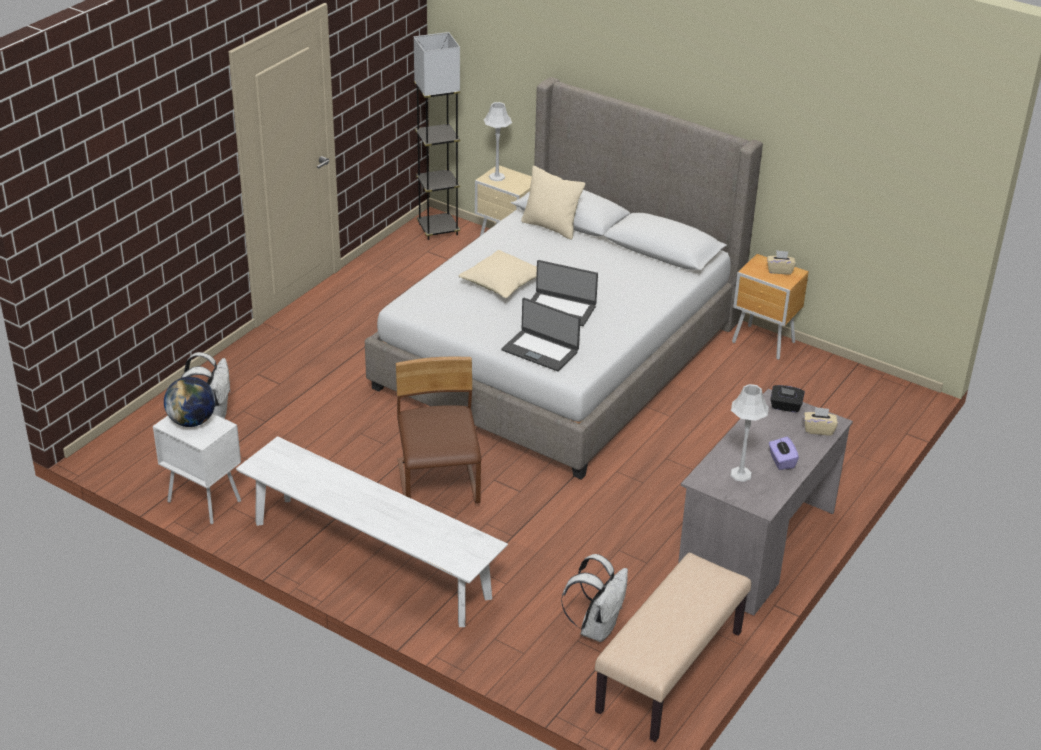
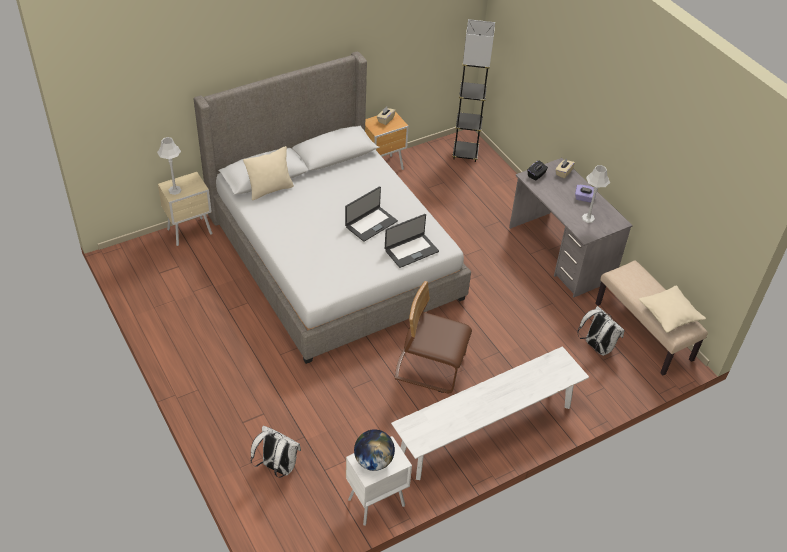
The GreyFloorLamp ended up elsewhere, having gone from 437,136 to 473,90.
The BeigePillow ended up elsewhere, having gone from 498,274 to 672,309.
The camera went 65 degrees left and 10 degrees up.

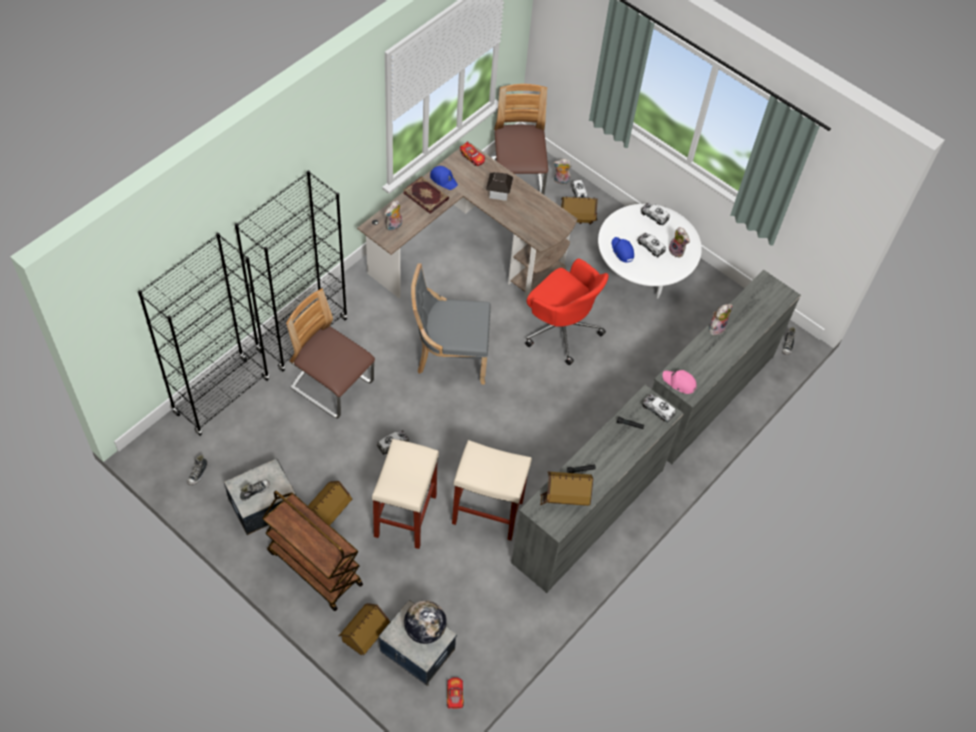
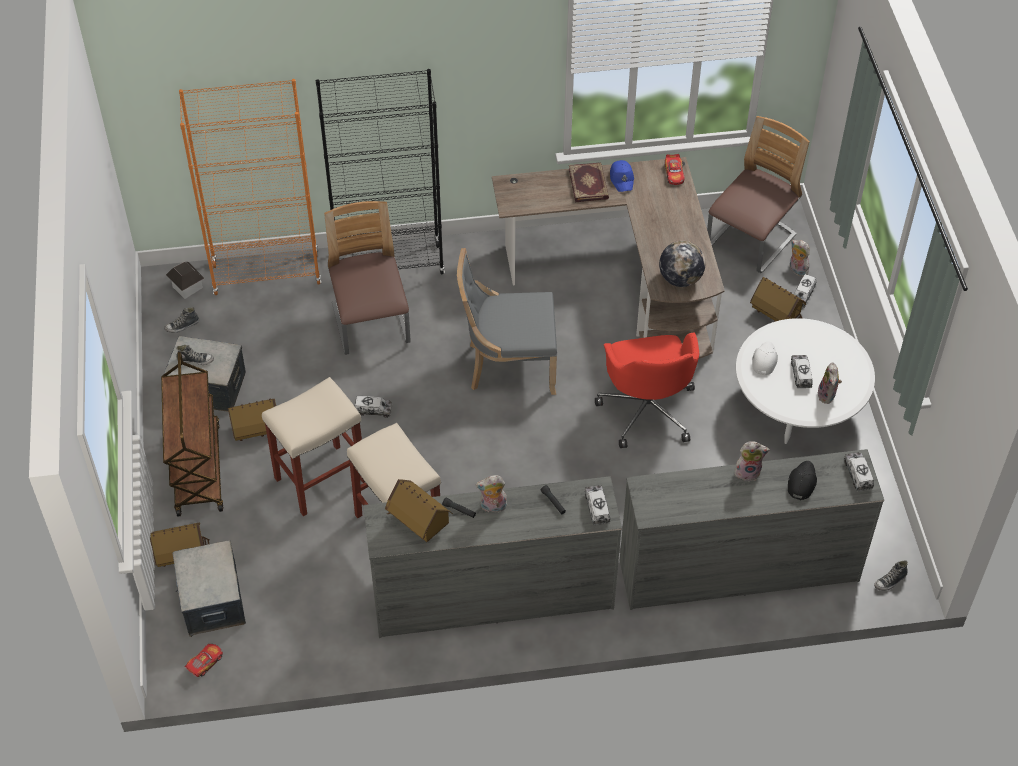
What was the BlackBookcase at 203,334 turned into the OrangeBookcase at 250,187.
The PlushToy ended up elsewhere, having gone from 393,215 to 491,493.
The Globe ended up elsewhere, having gone from 425,622 to 682,264.
The GreyChair at 451,324 ended up facing another way, 45 degrees counterclockwise from before.
The ToyHouse ended up elsewhere, having gone from 500,186 to 185,280.
What was the BlueCap at 623,250 turned into the WhiteCap at 765,358.
The ToyTruck ended up elsewhere, having gone from 655,214 to 859,471.
The second view lost the PinkCap at 680,382.
The second view gained the BlackCap at 802,480.
The camera went 45 degrees right and 5 degrees down.

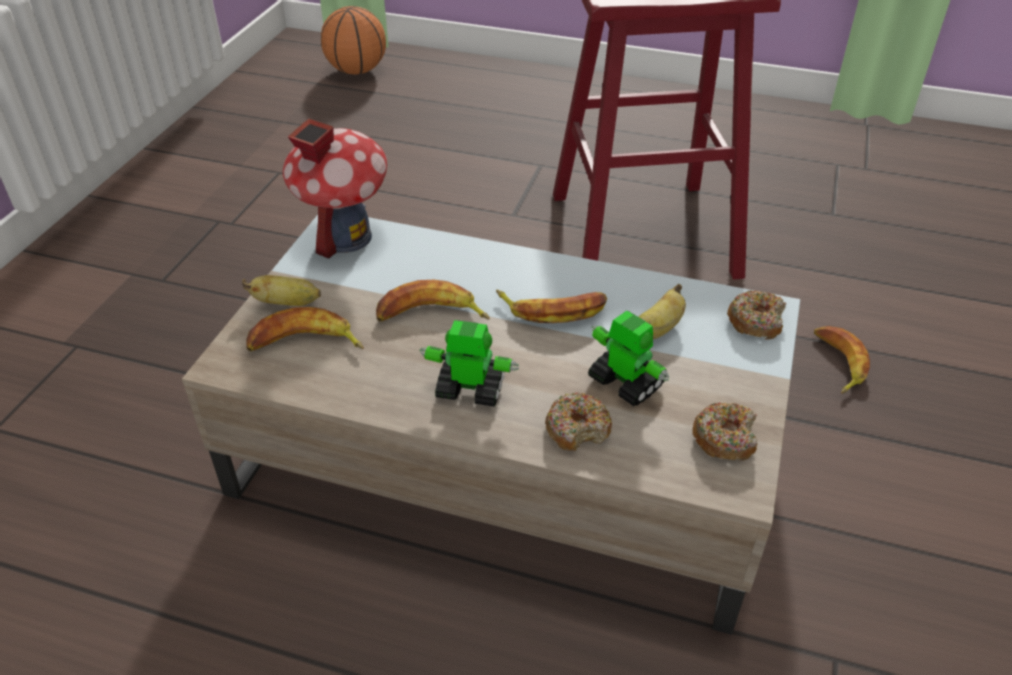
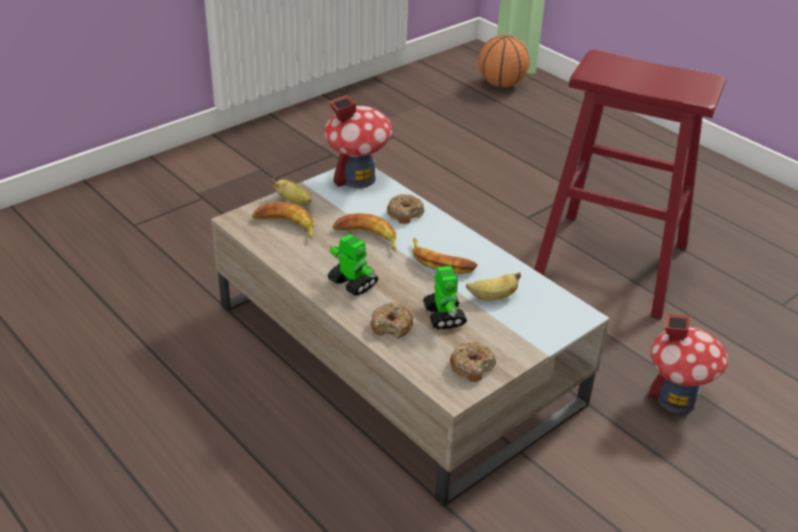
The Donut ended up elsewhere, having gone from 756,315 to 406,209.
Where the Banana stood at 842,360, the ToyHouse came to stand at 688,364.
The camera went 30 degrees right and 5 degrees down.

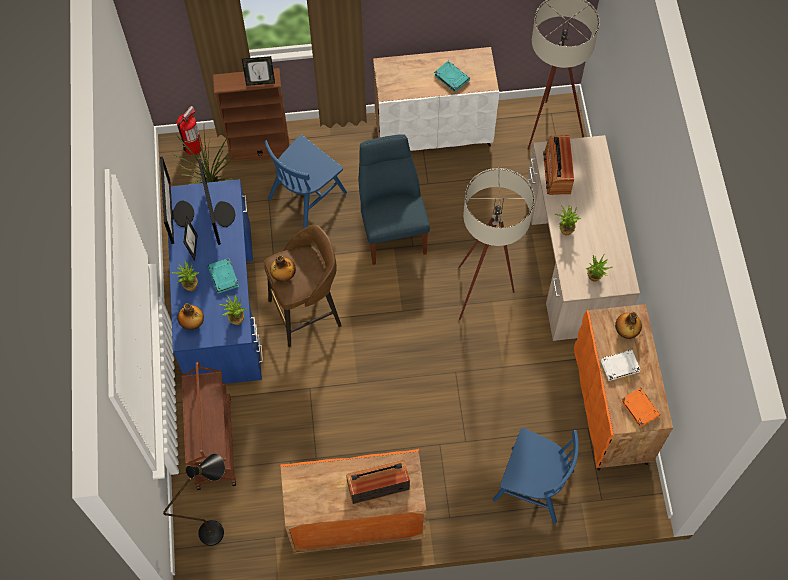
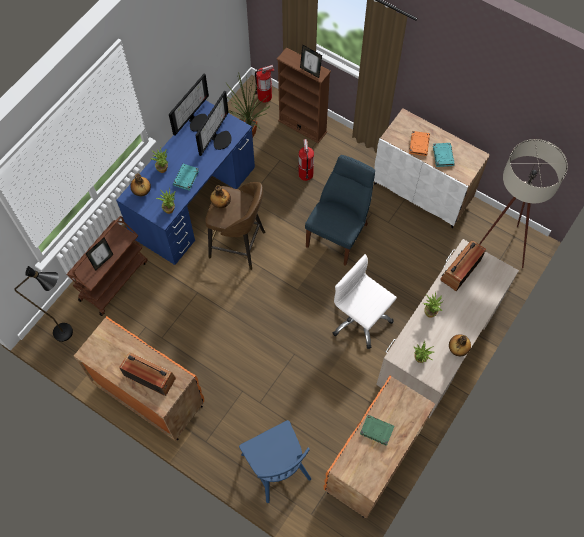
The PictureFrame ended up elsewhere, having gone from 190,238 to 100,254.
Where the BlueChair stood at 305,182, the FireExtinguisher came to stand at 306,160.
Where the BeigeFloorLamp stood at 496,244, the WhiteOfficeChair came to stand at 365,301.
What was the WhiteBook at 620,365 turned into the GreenBook at 377,430.
The Bottle ended up elsewhere, having gone from 628,325 to 460,345.
The OrangeBook ended up elsewhere, having gone from 640,408 to 419,143.
The camera went 40 degrees right and 0 degrees up.

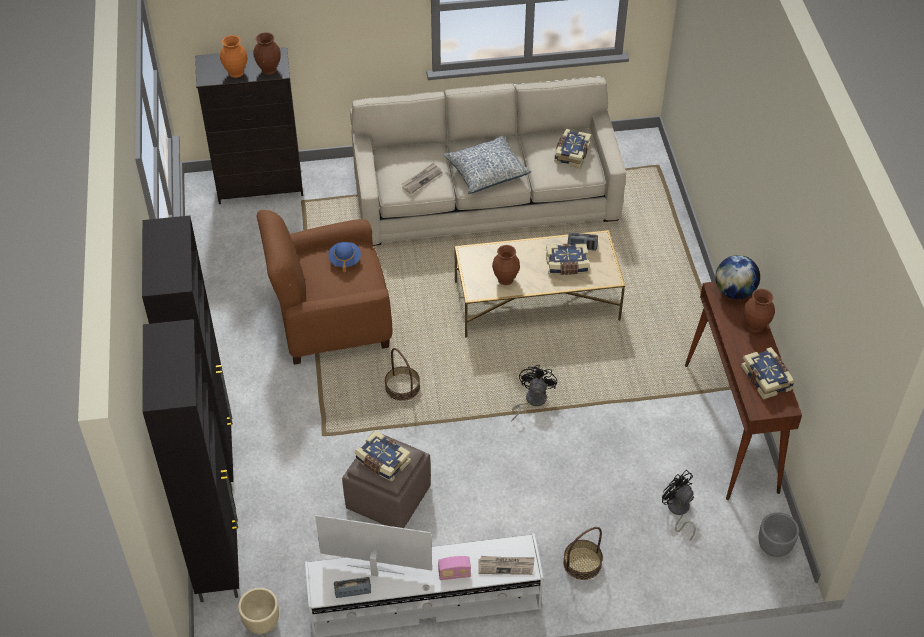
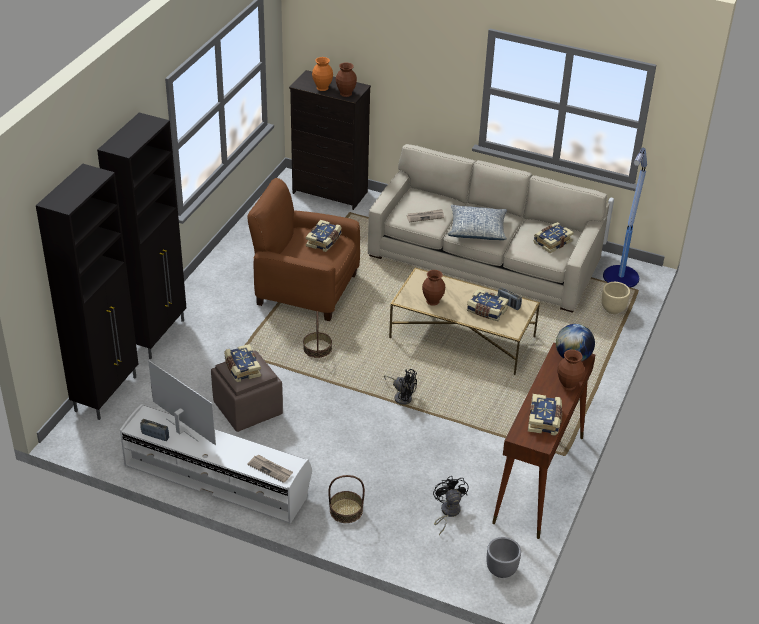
The BeigePlanter ended up elsewhere, having gone from 258,611 to 616,298.
Where the BlueHat stood at 344,257, the Book came to stand at 324,236.
The second view lost the Radio at 454,568.
The BlackFan at 534,393 ended up facing another way, 75 degrees clockwise from before.
The second view gained the FloorLamp at 625,217.
The camera went 30 degrees right and 10 degrees down.

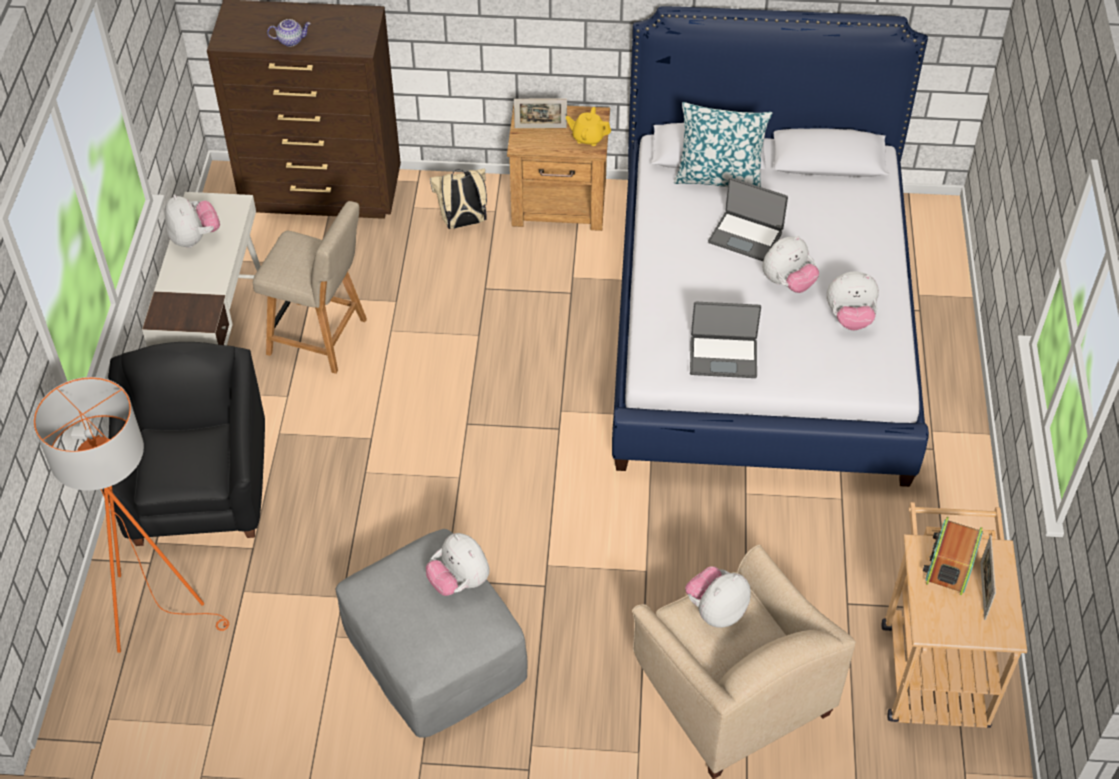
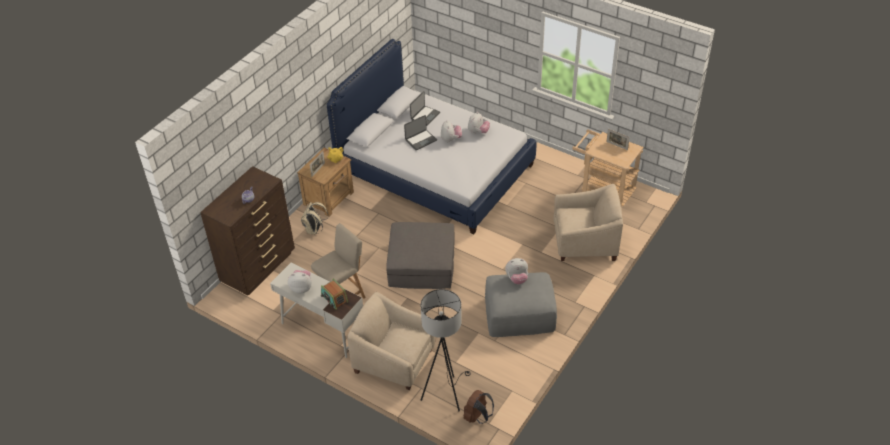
What was the OrangeFloorLamp at 131,515 turned into the BlackFloorLamp at 446,350.
What was the BlackArmchair at 184,444 turned into the BeigeArmchair at 391,341.
The second view lost the Pillow at 723,144.
The second view lost the PlushToy at 718,597.
The Laptop ended up elsewhere, having gone from 725,340 to 425,108.
The Radio ended up elsewhere, having gone from 953,556 to 334,294.
The second view gained the GreyOttoman at 420,255.
The second view gained the BrownBackpack at 478,407.
The camera went 60 degrees left and 5 degrees down.

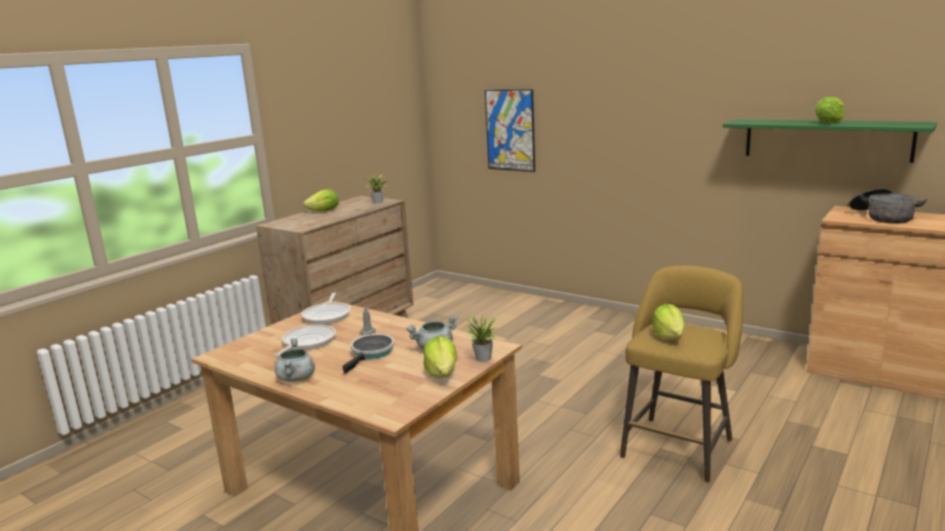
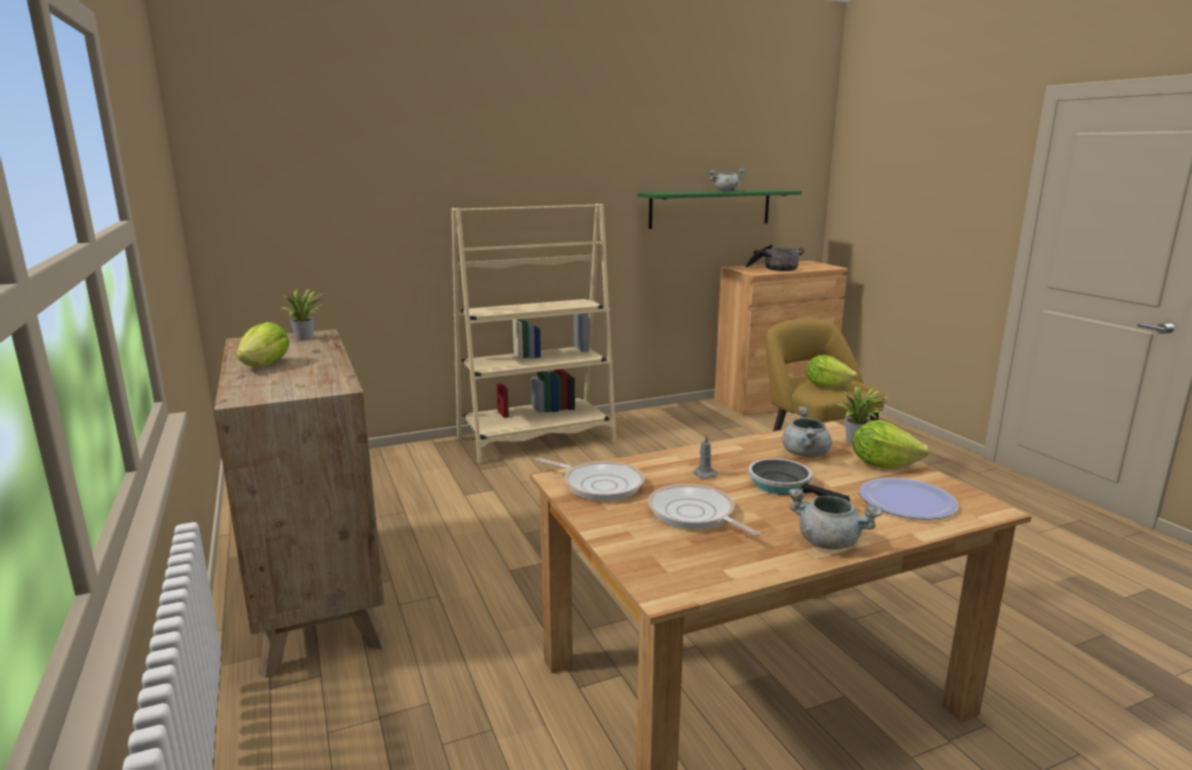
The second view lost the Picture at 510,130.
Where the Lettuce stood at 829,110, the GreyCookingPot came to stand at 727,180.
The second view gained the BeigeBookcase at 534,333.
The second view gained the Plate at 909,498.
The camera went 60 degrees left and 0 degrees up.

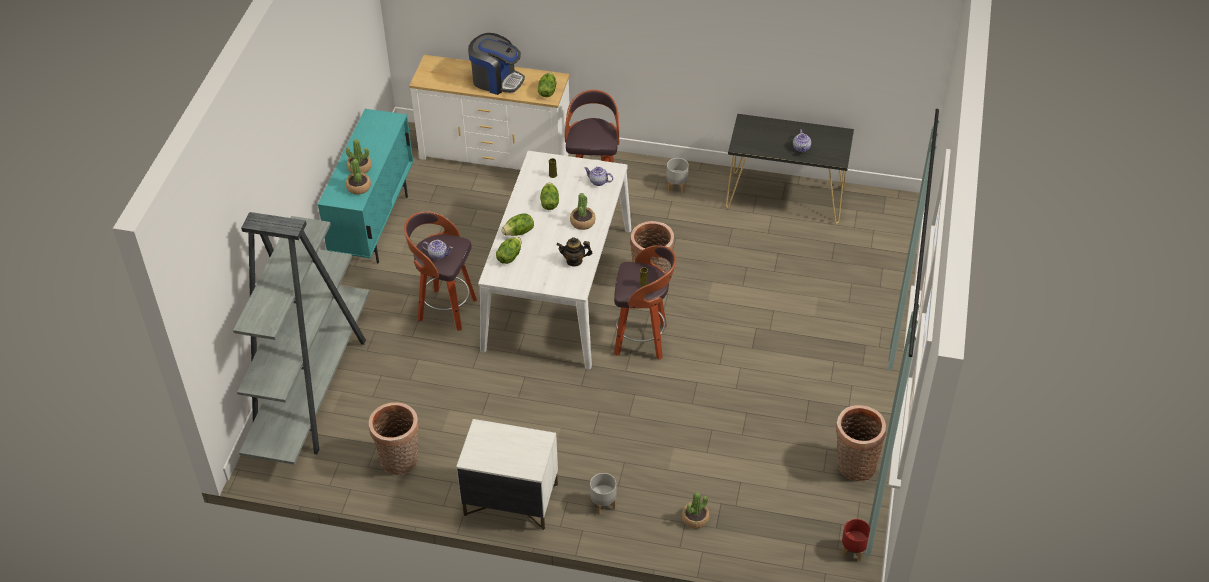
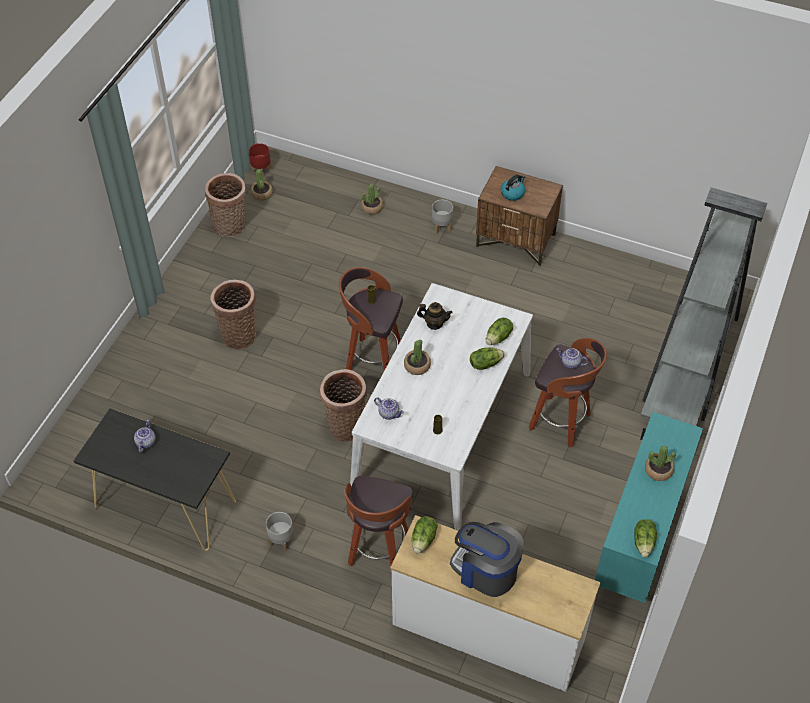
The PottedPlant ended up elsewhere, having gone from 358,177 to 262,185.
The Basket ended up elsewhere, having gone from 394,438 to 233,315.
What was the WhiteNightstand at 507,474 turned into the BrownNightstand at 519,216.
The Lettuce ended up elsewhere, having gone from 549,196 to 645,538.
The second view gained the Kettle at 513,188.
The camera went 170 degrees left and 5 degrees up.

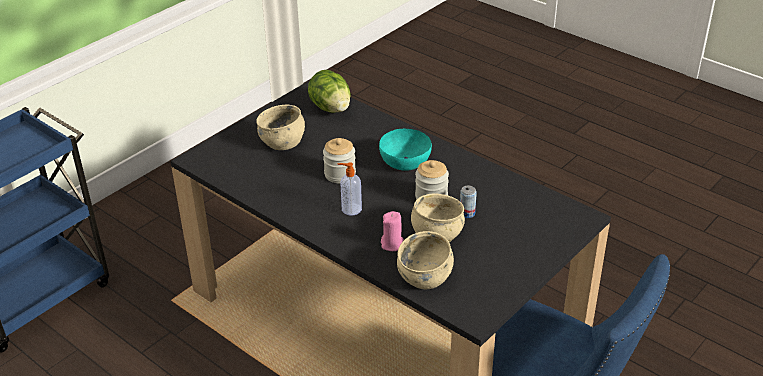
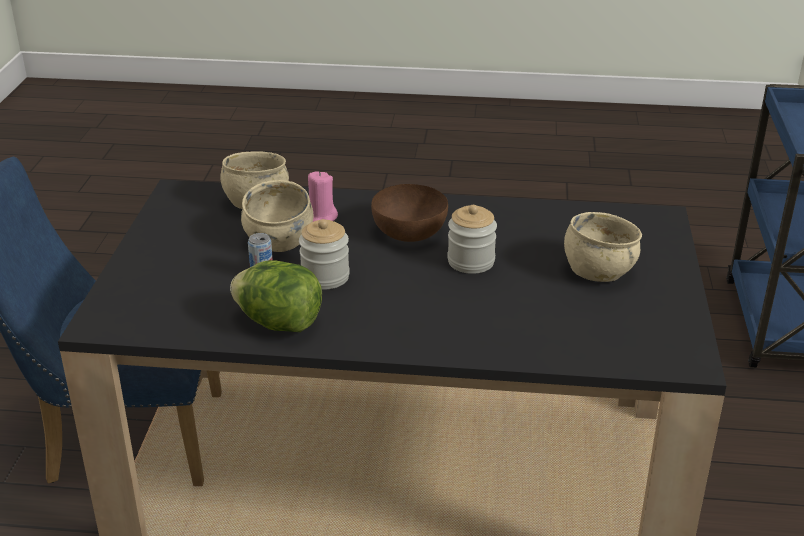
The Lettuce ended up elsewhere, having gone from 329,91 to 276,296.
Where the SoapDispenser stood at 350,189, the BrownBowl came to stand at 409,213.
The second view lost the TurquoiseBowl at 405,150.
The camera went 145 degrees right and 5 degrees down.

